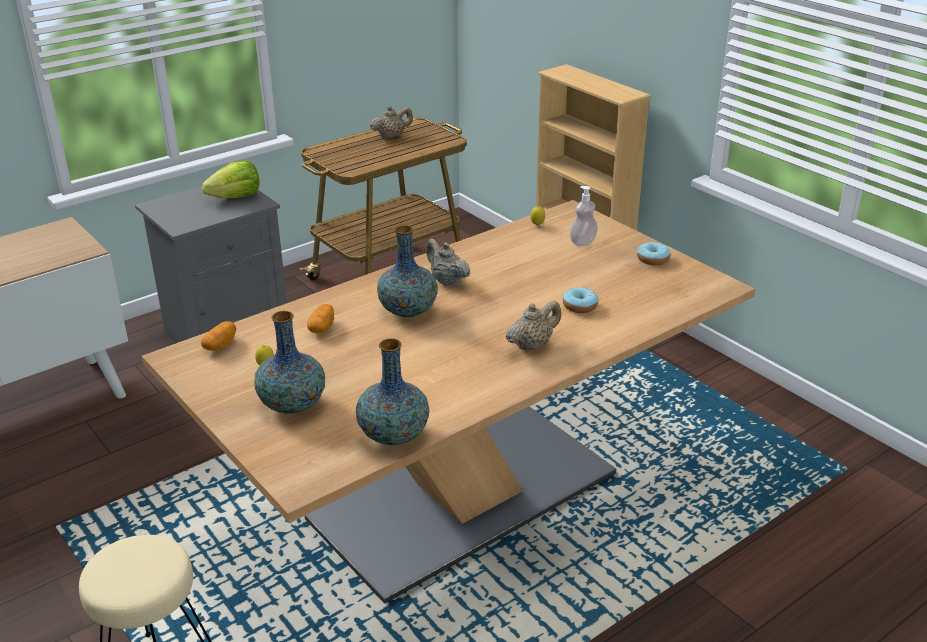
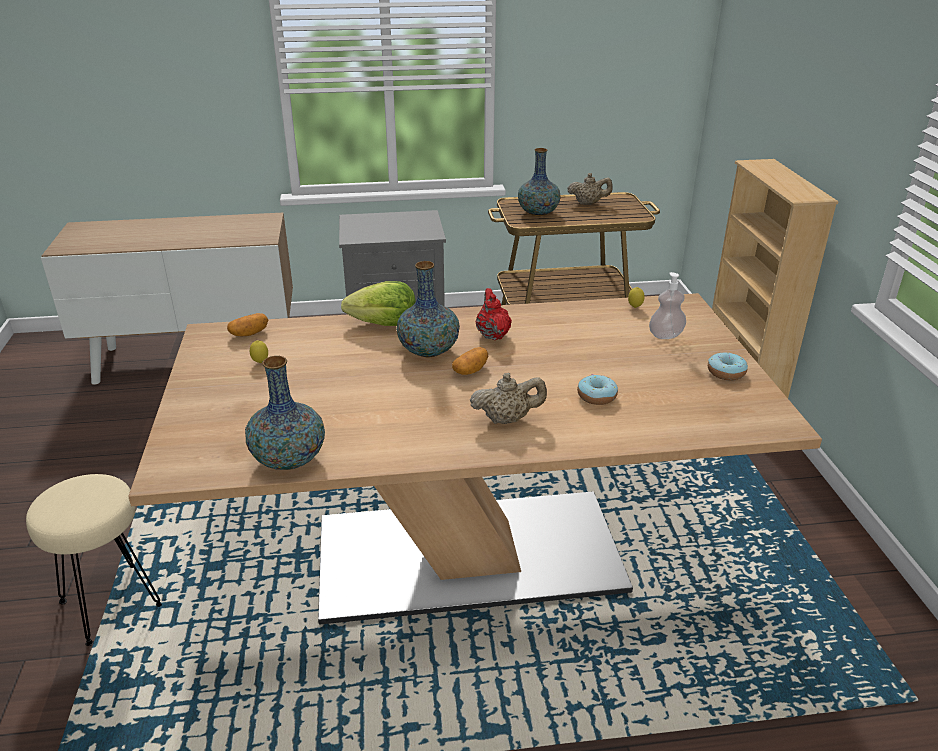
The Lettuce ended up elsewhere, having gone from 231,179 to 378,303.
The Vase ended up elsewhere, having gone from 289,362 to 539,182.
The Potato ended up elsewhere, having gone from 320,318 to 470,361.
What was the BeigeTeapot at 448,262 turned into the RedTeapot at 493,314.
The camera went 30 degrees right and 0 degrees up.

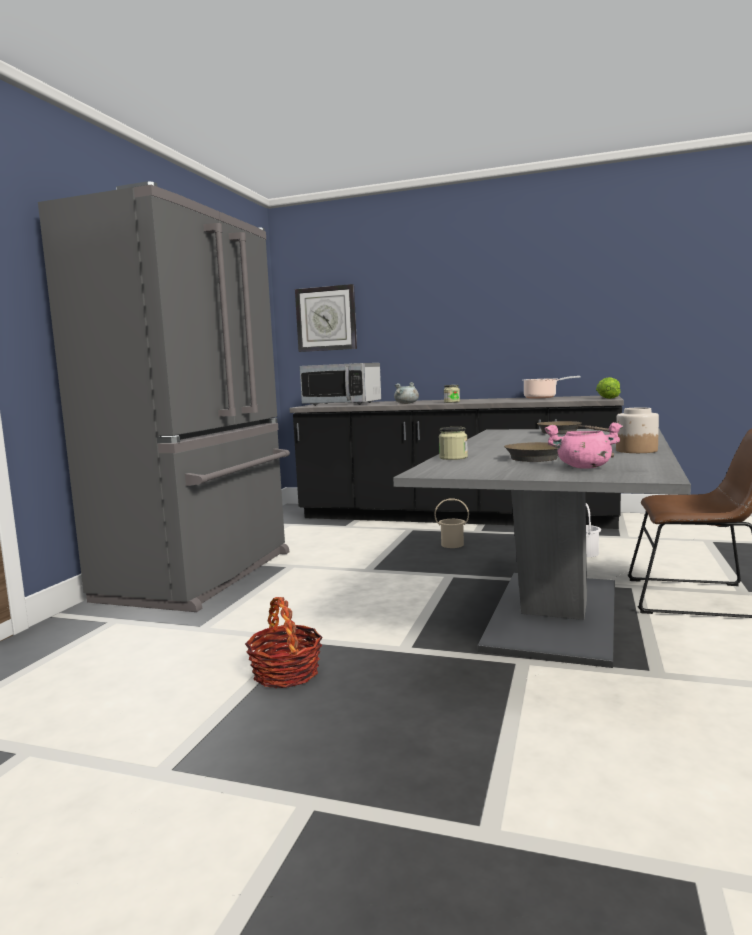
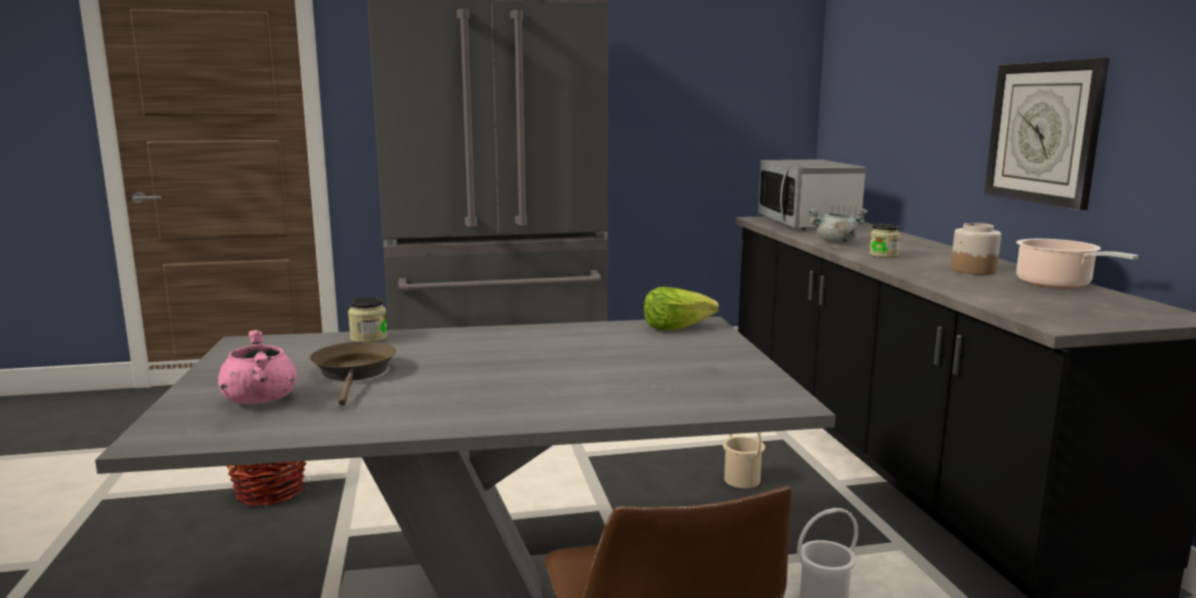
The WallClock ended up elsewhere, having gone from 326,318 to 1046,134.
The second view lost the BrownFryingPan at 573,427.
The Lettuce ended up elsewhere, having gone from 608,388 to 681,308.
The Jar ended up elsewhere, having gone from 637,430 to 976,249.
The camera went 60 degrees right and 5 degrees up.

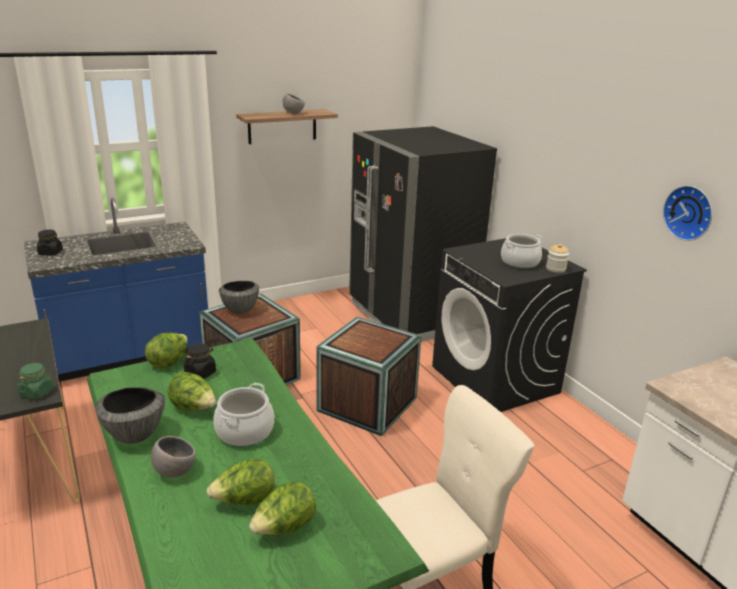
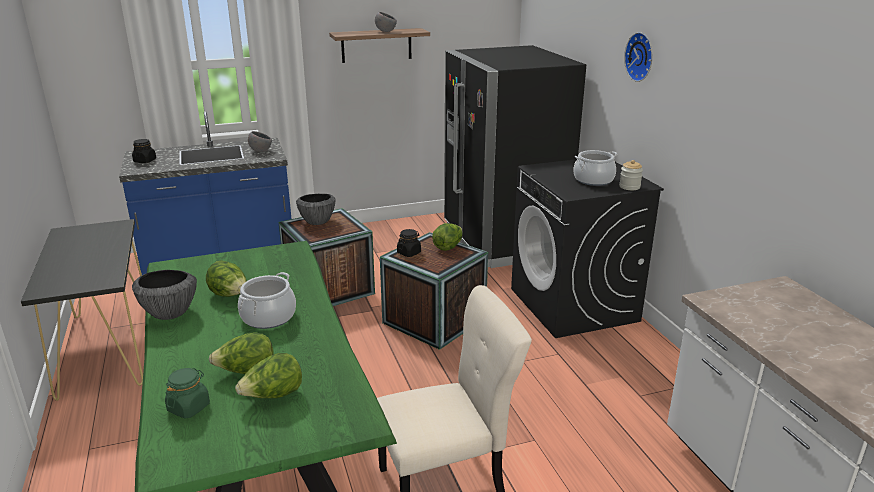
The GreenJar ended up elsewhere, having gone from 36,381 to 187,393.
The Lettuce ended up elsewhere, having gone from 166,351 to 447,237.
The GreyBowl ended up elsewhere, having gone from 173,457 to 260,141.
The BlackJar ended up elsewhere, having gone from 200,361 to 409,243.
The WallClock ended up elsewhere, having gone from 687,213 to 638,57.
The camera went 10 degrees right and 0 degrees up.

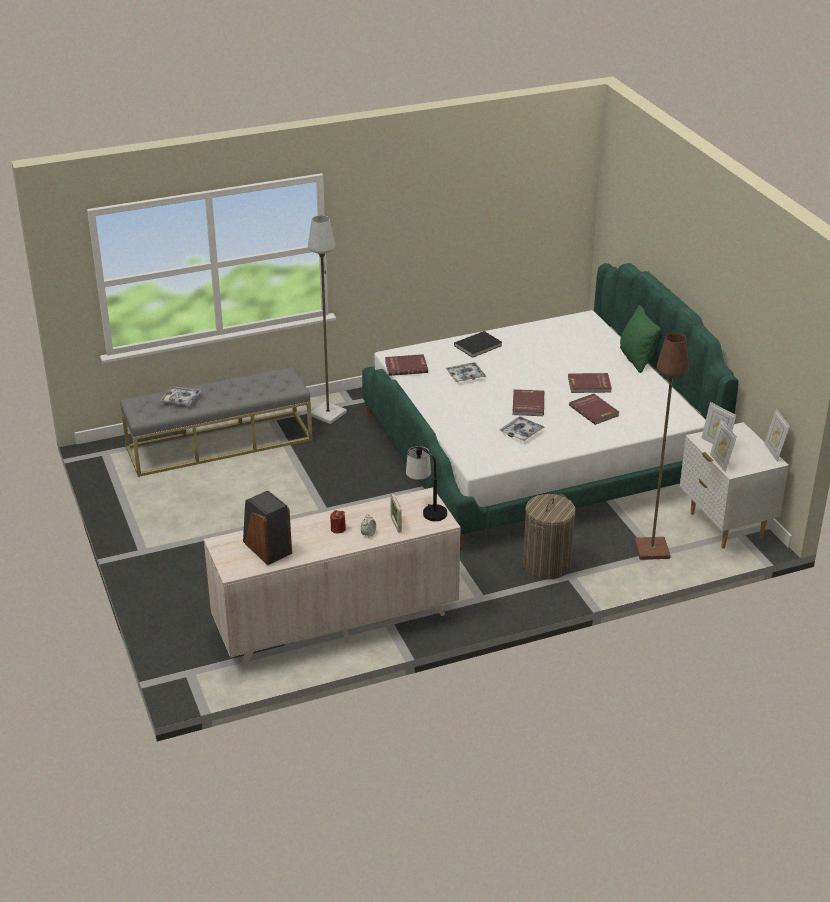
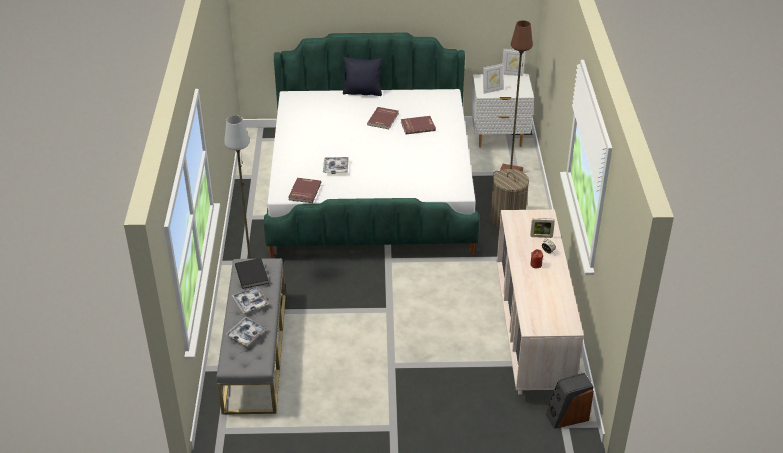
The Speaker ended up elsewhere, having gone from 267,528 to 570,401.
The second view lost the TableLamp at 426,483.
The BlackBook ended up elsewhere, having gone from 478,344 to 252,273.
The Tray ended up elsewhere, having gone from 522,428 to 250,299.
The second view lost the RedBook at 528,402.
What was the GreenPillow at 640,339 turned into the BlackPillow at 362,76.
The second view lost the PictureFrame at 723,445.
The camera went 70 degrees left and 5 degrees up.

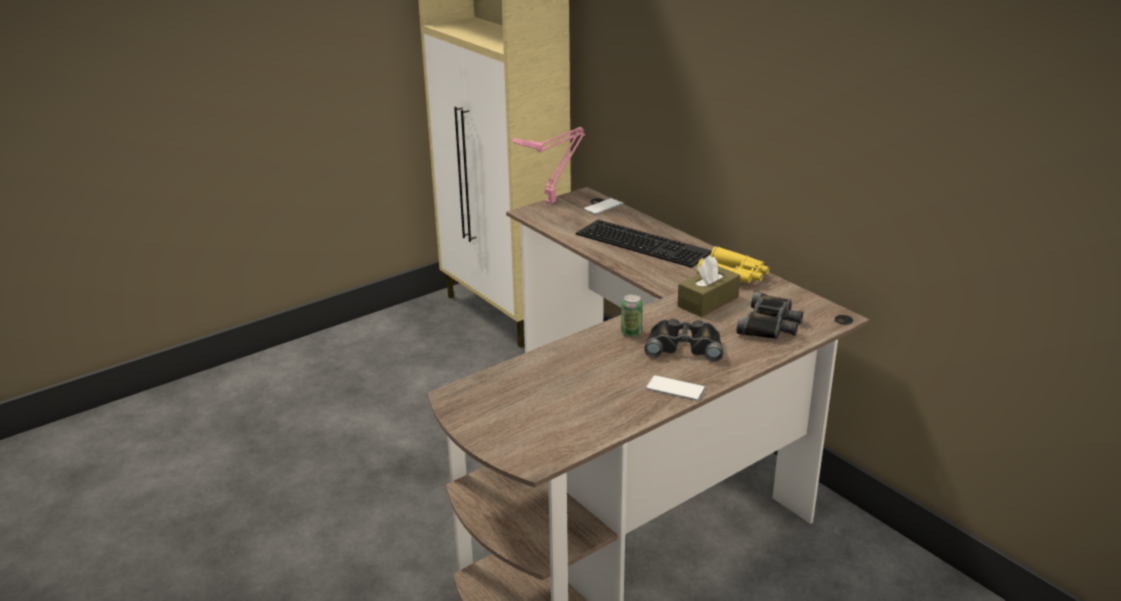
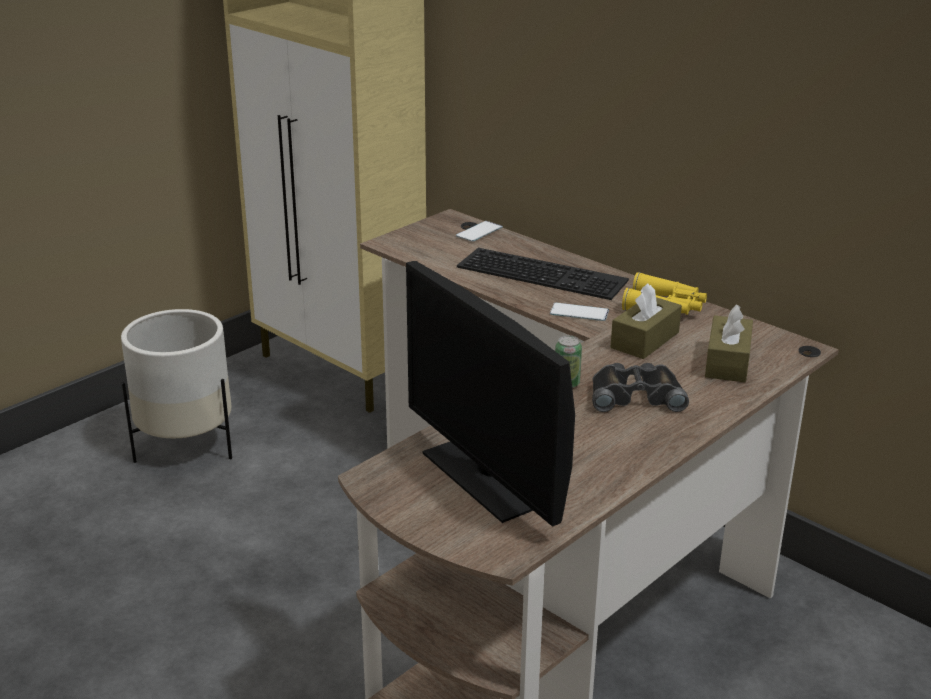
The second view lost the PinkTableLamp at 549,165.
The Phone ended up elsewhere, having gone from 676,387 to 579,312.
Where the BlackBinoculars stood at 770,315, the BrownTissueBox came to stand at 729,343.
The second view gained the WhitePlanter at 176,386.
The second view gained the Monitor at 490,394.
The camera went 10 degrees left and 0 degrees up.

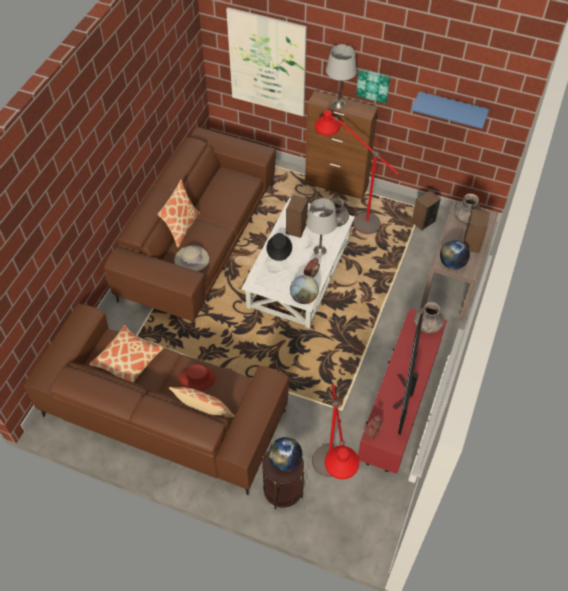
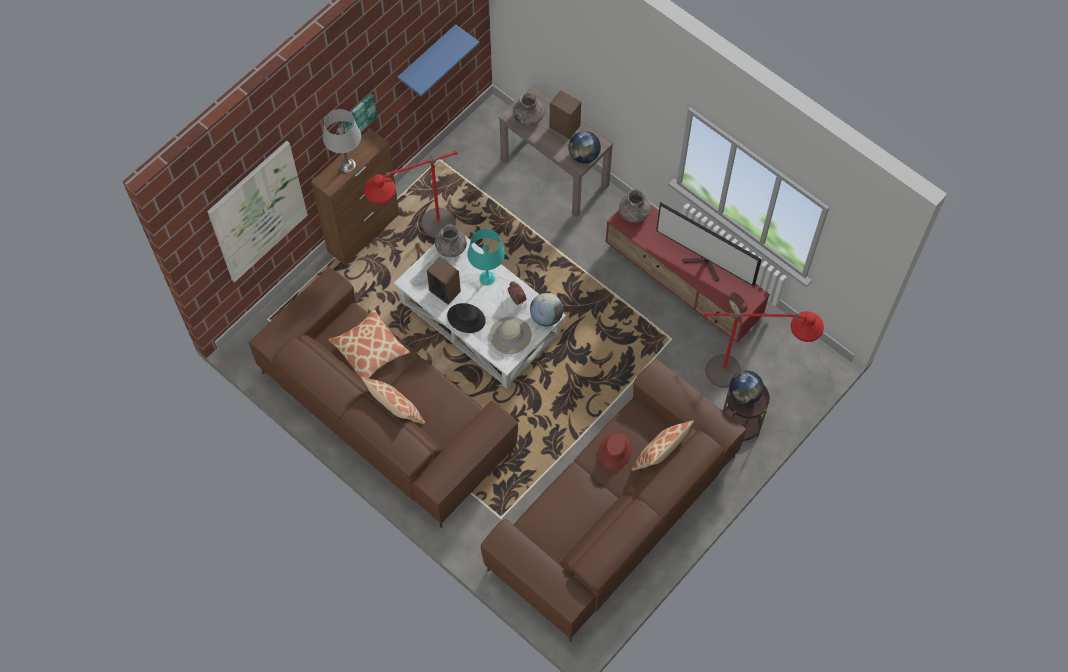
The Pillow ended up elsewhere, having gone from 126,354 to 369,343.
The BeigeHat ended up elsewhere, having gone from 191,258 to 510,335.
What was the GreyTableLamp at 322,227 turned into the TurquoiseTableLamp at 486,257.
The second view lost the Speaker at 426,210.
The camera went 70 degrees left and 10 degrees up.

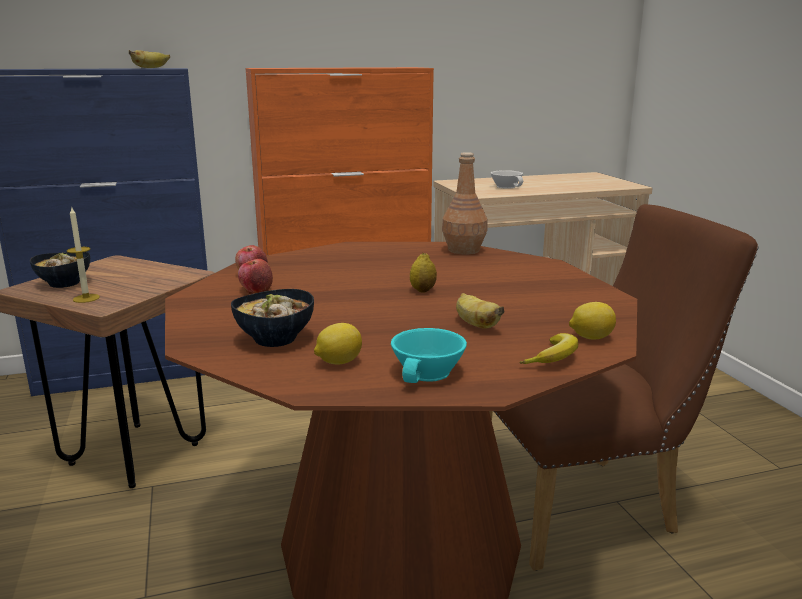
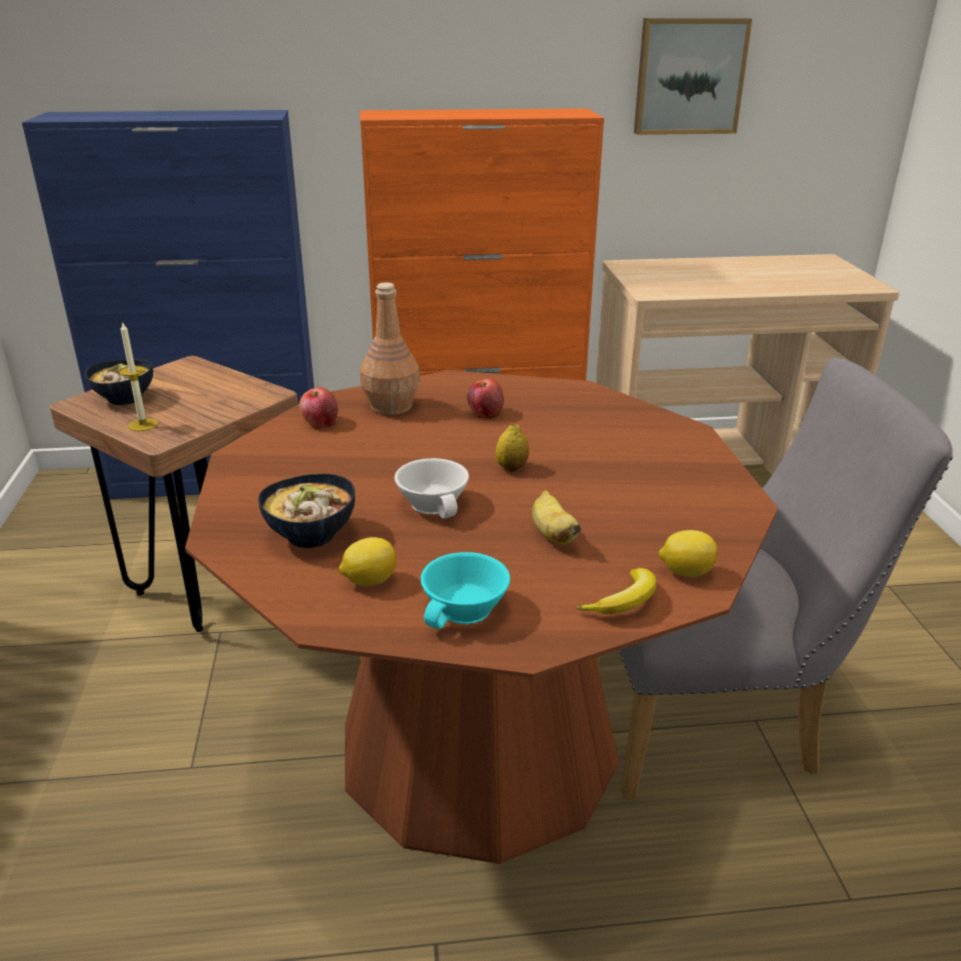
The second view lost the Banana at 149,59.
The Apple ended up elsewhere, having gone from 255,276 to 485,399.
The BrownBottle ended up elsewhere, having gone from 464,203 to 390,348.
What was the BrownChair at 624,387 turned into the GreyChair at 774,578.
The WhiteCup ended up elsewhere, having gone from 507,179 to 431,488.
The second view gained the Picture at 693,76.
The camera went 10 degrees right and 10 degrees up.

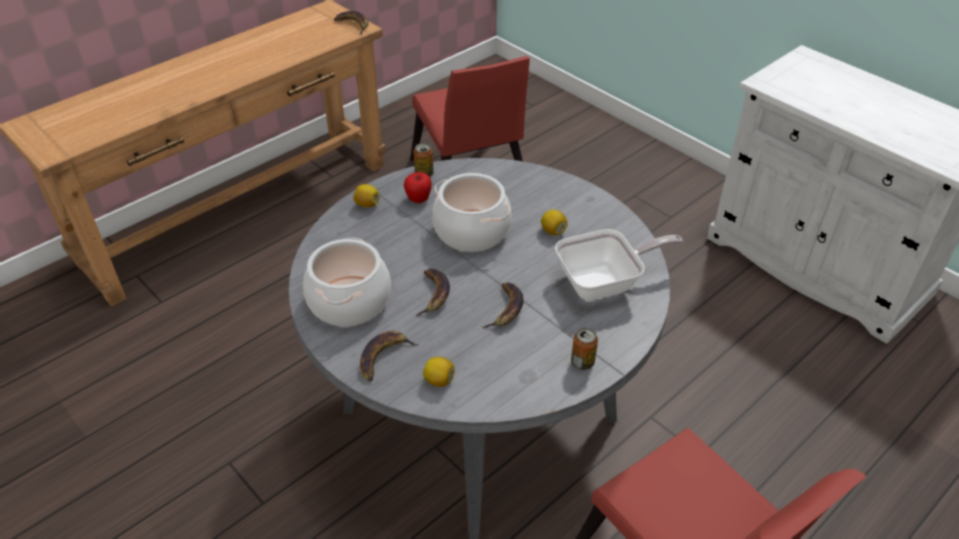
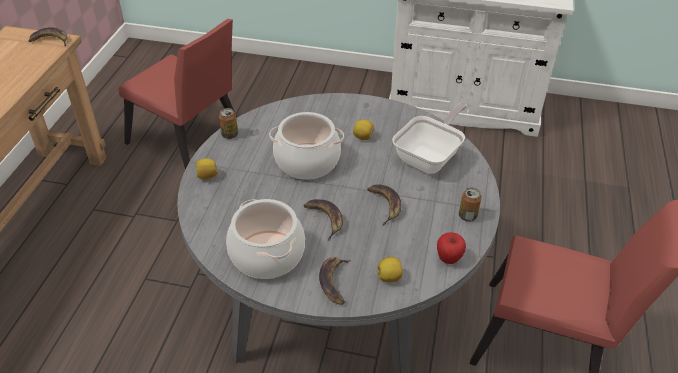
The Apple ended up elsewhere, having gone from 418,187 to 451,248.
The camera went 35 degrees left and 0 degrees up.

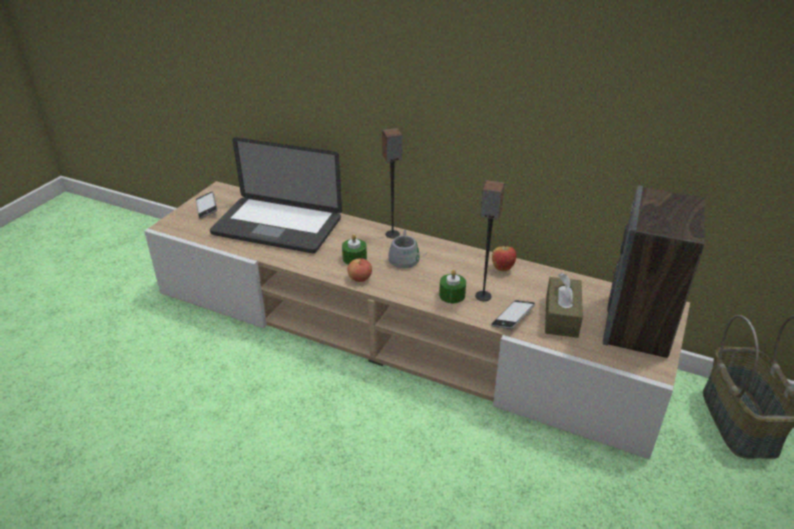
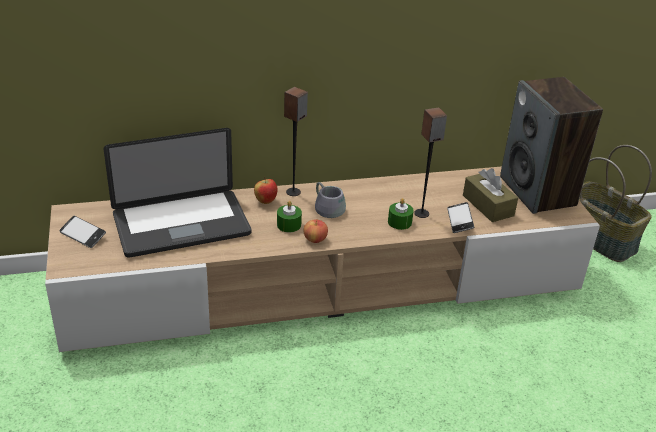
The Apple ended up elsewhere, having gone from 504,257 to 266,190.
The camera went 40 degrees left and 0 degrees up.

